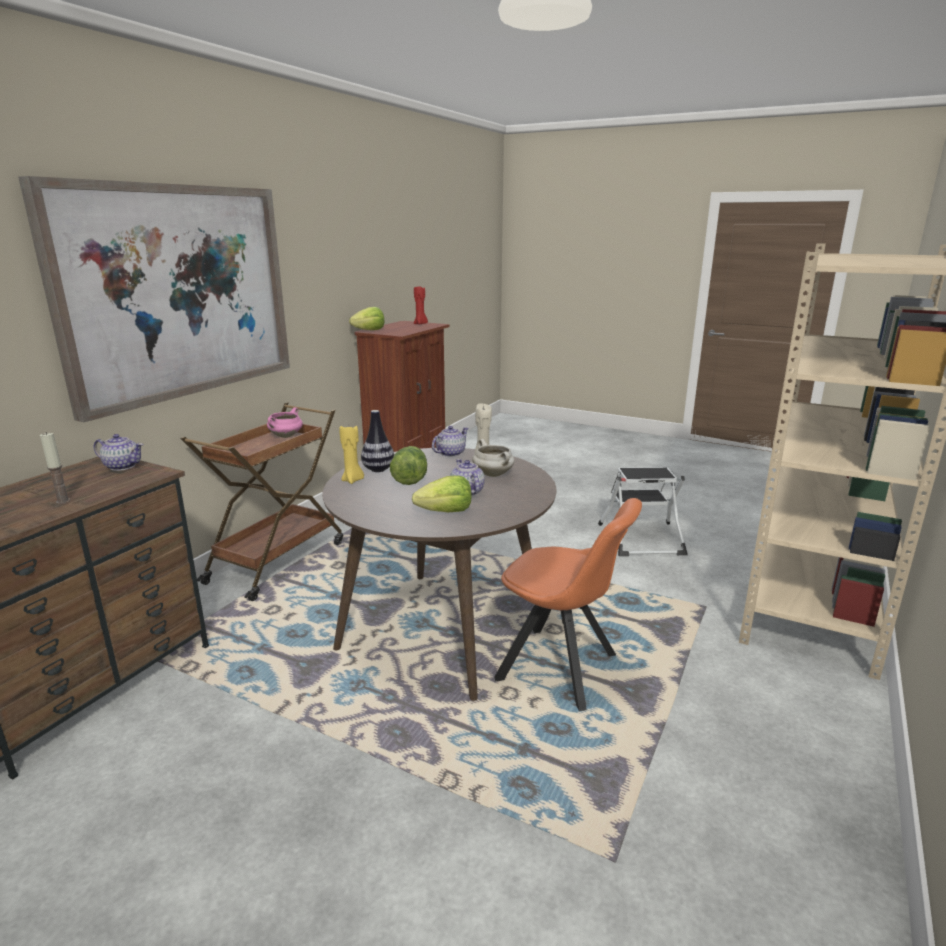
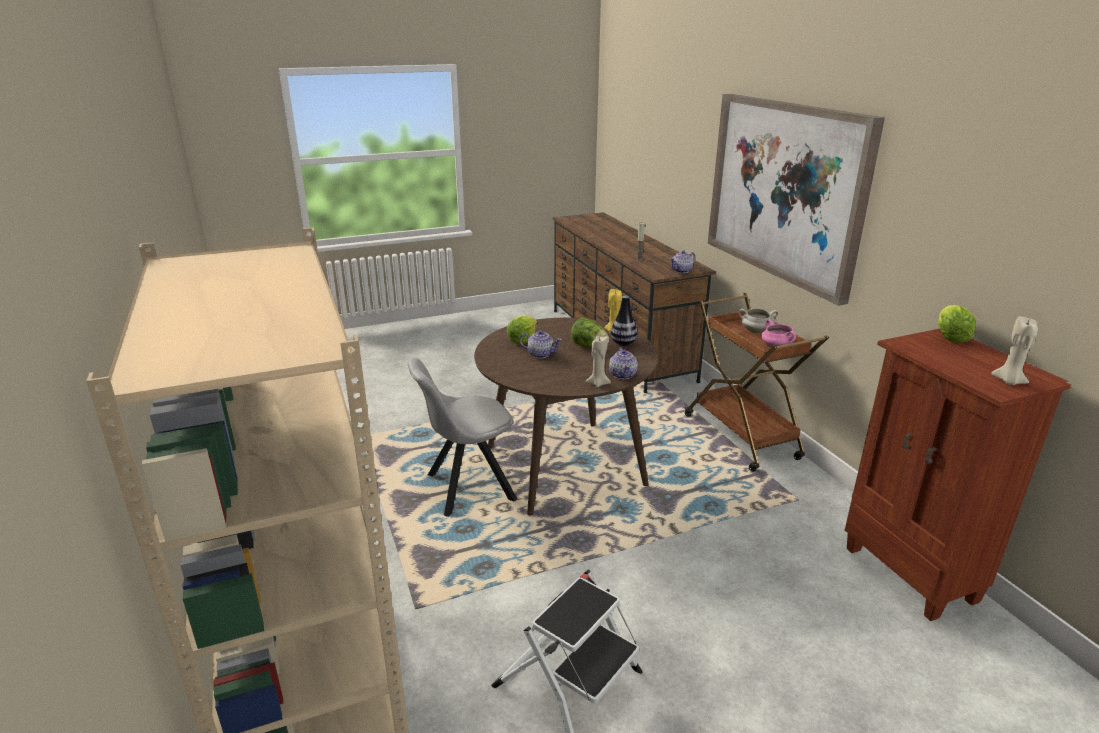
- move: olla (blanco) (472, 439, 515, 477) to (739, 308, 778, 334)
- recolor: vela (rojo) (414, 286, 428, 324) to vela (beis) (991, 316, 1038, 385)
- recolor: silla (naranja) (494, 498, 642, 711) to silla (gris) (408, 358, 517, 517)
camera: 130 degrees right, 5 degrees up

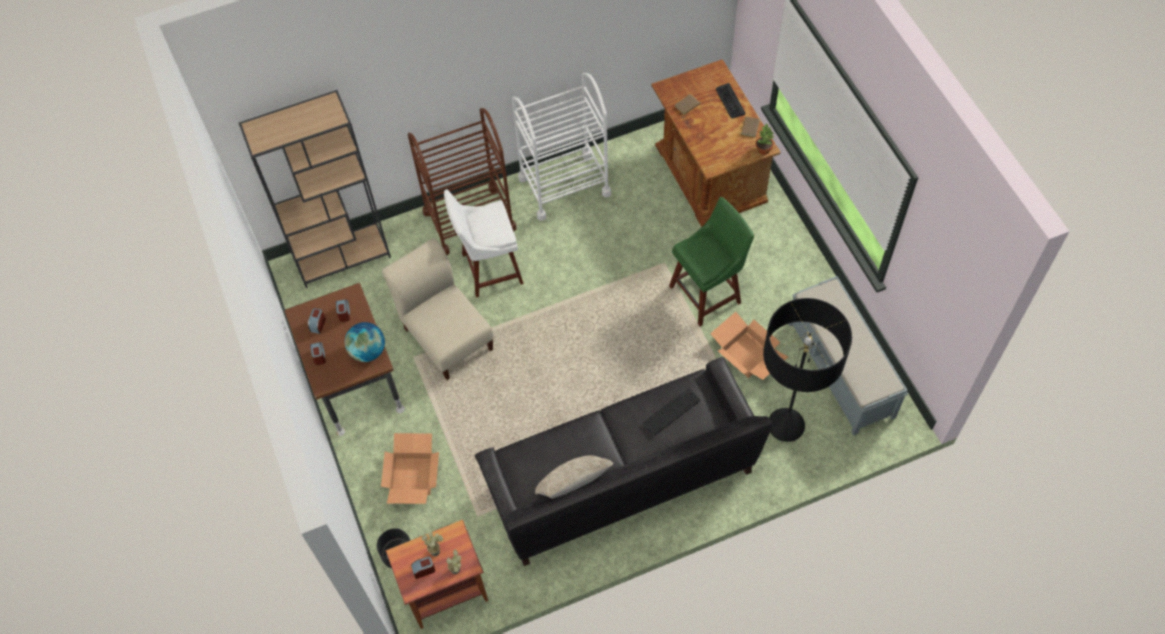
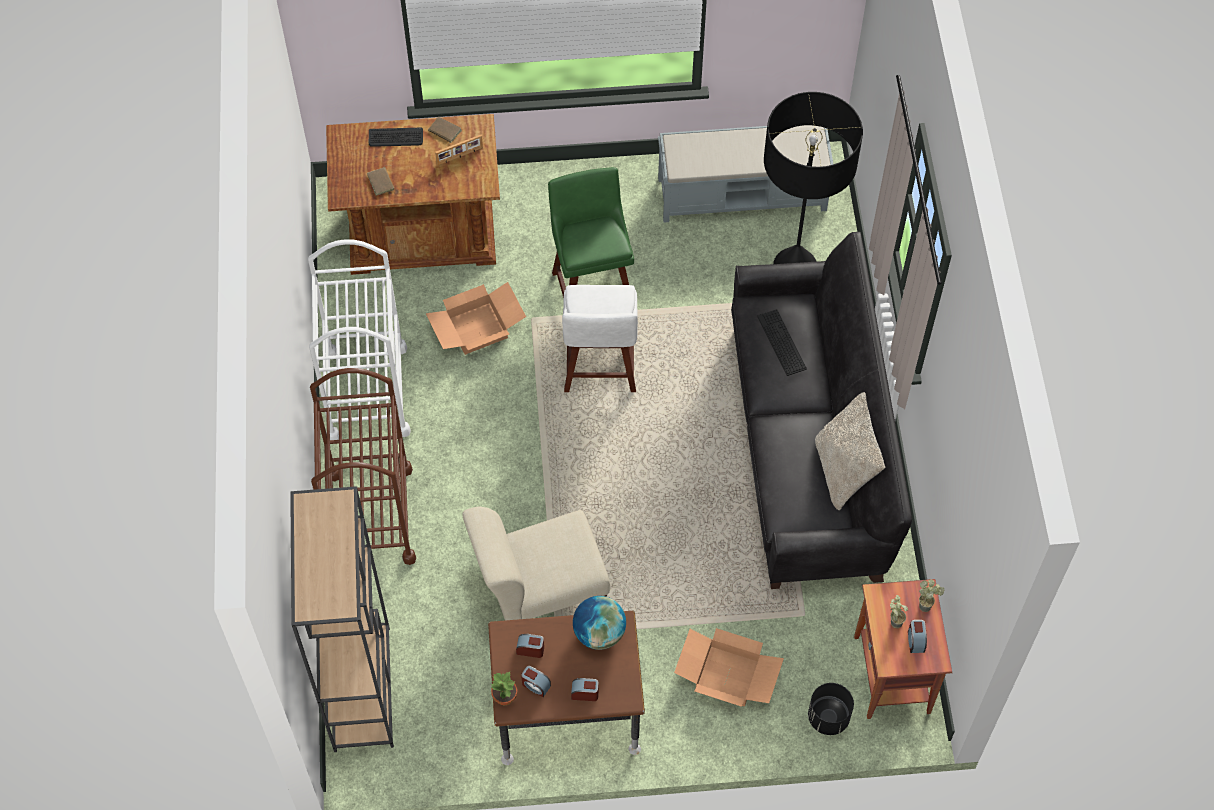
- insert: portarretratos (435, 135, 483, 166)
- move: silla (blanco) (444, 190, 524, 297) to (562, 285, 638, 392)
- move: caja de cartón (710, 312, 788, 380) to (426, 282, 526, 355)
- move: planta en maceta (756, 124, 775, 155) to (491, 672, 517, 705)
camera: 75 degrees left, 0 degrees up

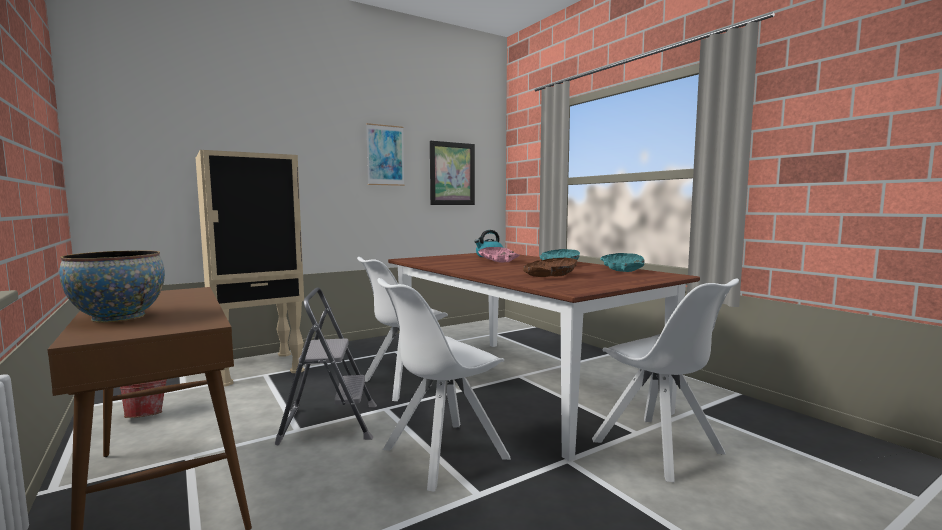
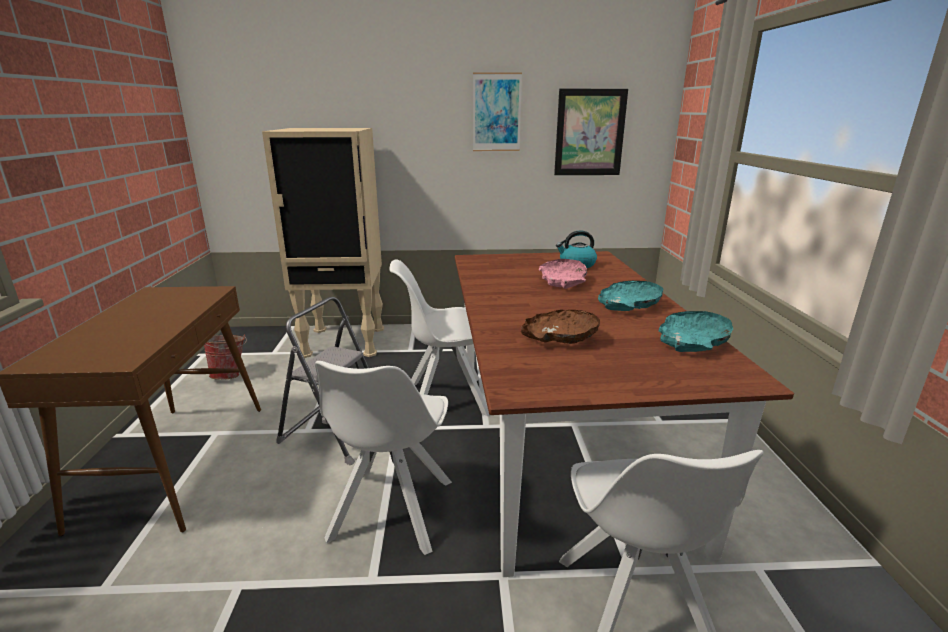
- delete: cuenco (59, 251, 165, 323)
- rotate: silla (blanco) (377, 278, 511, 492) = (315, 361, 452, 555) 75 degrees counterclockwise
camera: 30 degrees right, 15 degrees up

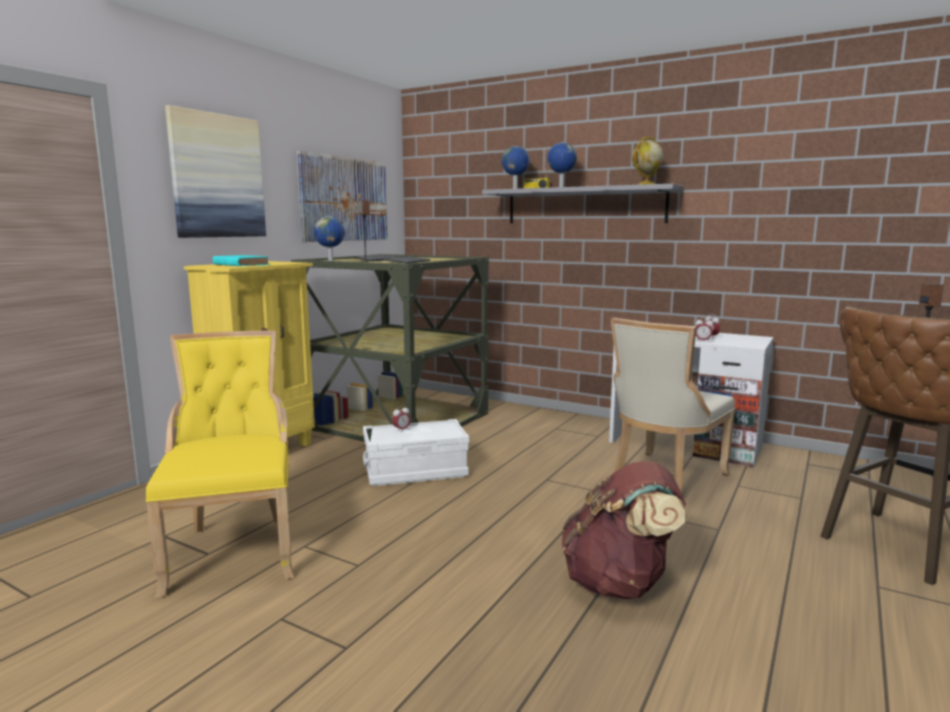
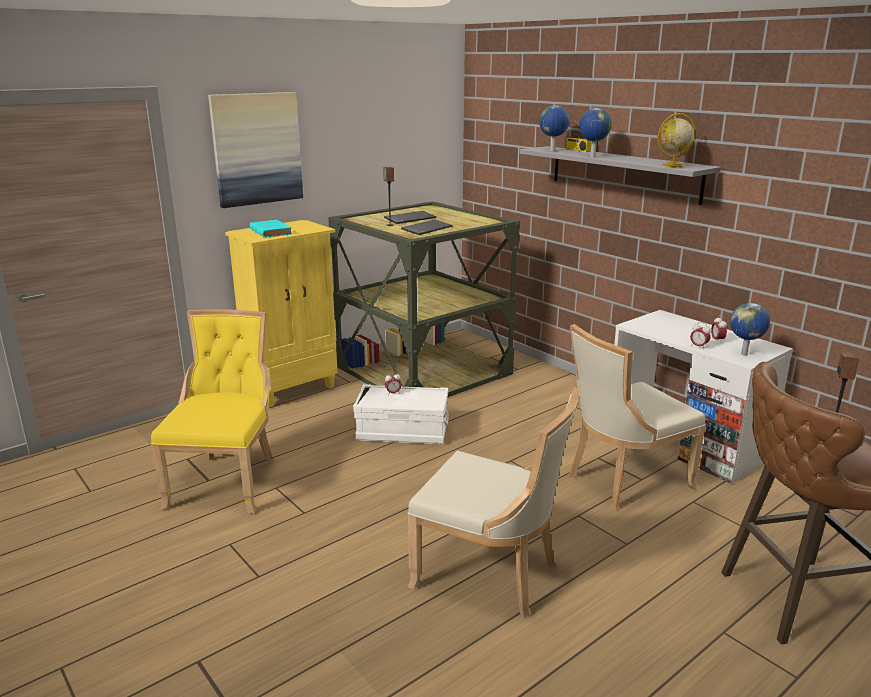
- delete: cuadro (297, 151, 387, 242)
- move: globo terráqueo (314, 216, 345, 261) to (730, 303, 770, 356)
- replace: mochila (marrón) (562, 461, 686, 599) to silla (beis) (408, 387, 580, 617)
camera: 20 degrees right, 10 degrees up

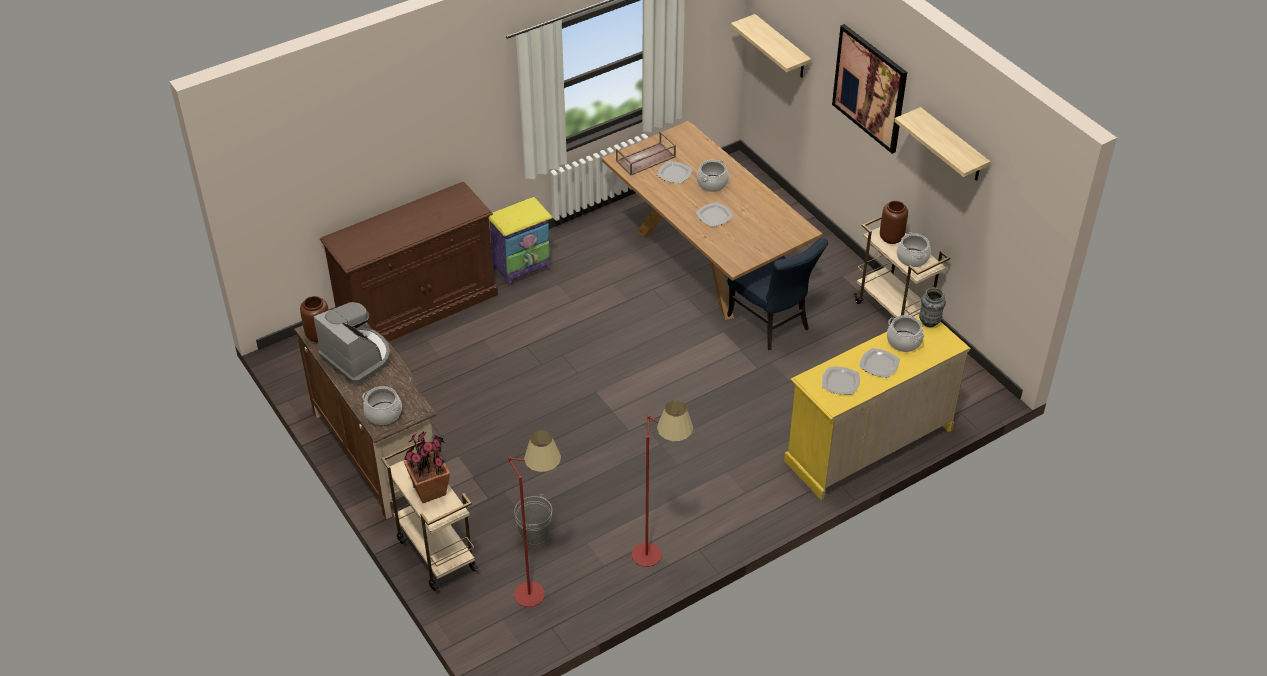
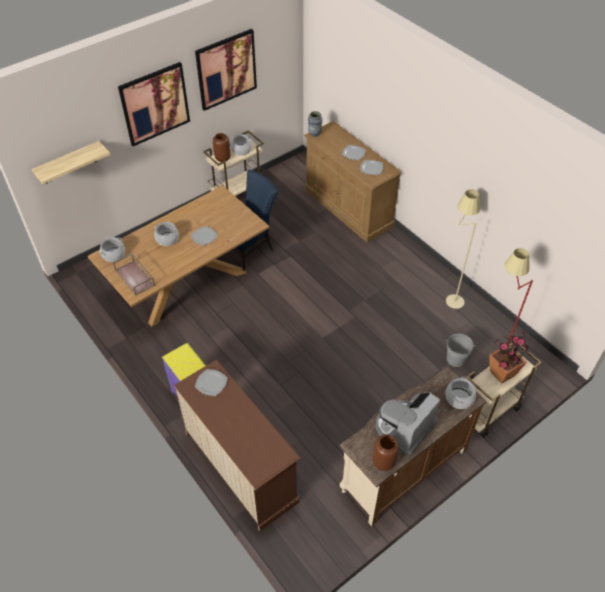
- move: plato (657, 161, 693, 184) to (195, 369, 228, 396)
- move: olla (887, 315, 925, 352) to (100, 237, 125, 262)
- replace: estante (894, 107, 991, 181) to cuadro (195, 29, 257, 111)
- recolor: lámpara de pie (rojo) (632, 401, 693, 567) to lámpara de pie (beis) (446, 189, 481, 309)
- recolor: armario (amarillo) (784, 316, 971, 501) to armario (marrón) (304, 121, 402, 242)
camera: 95 degrees left, 5 degrees up

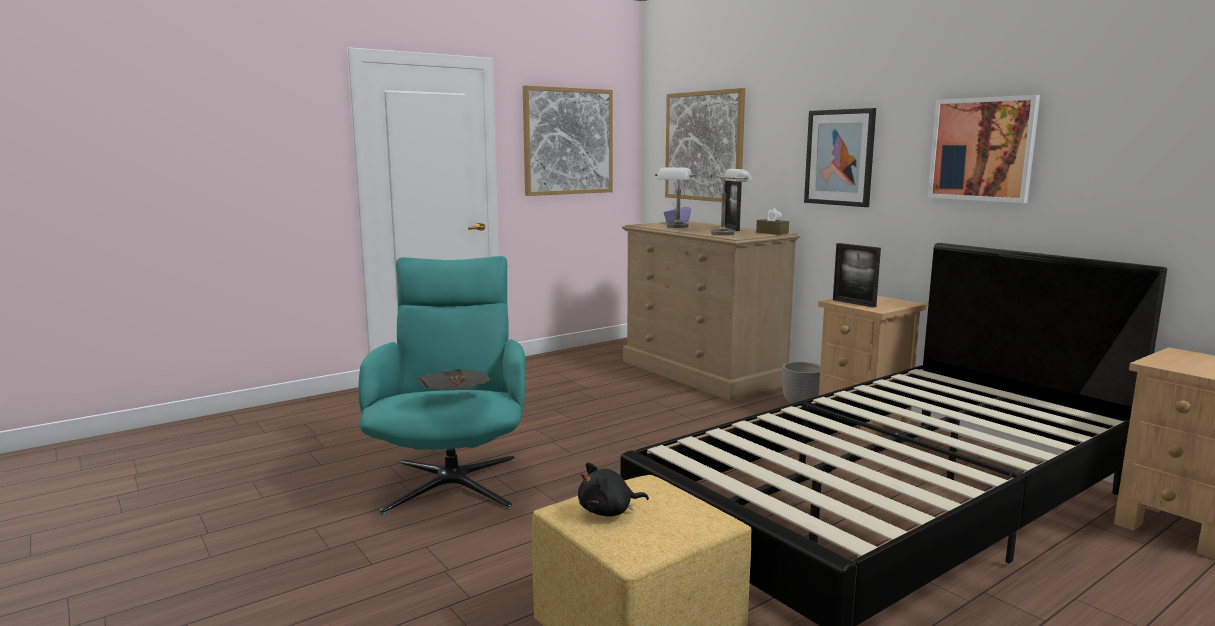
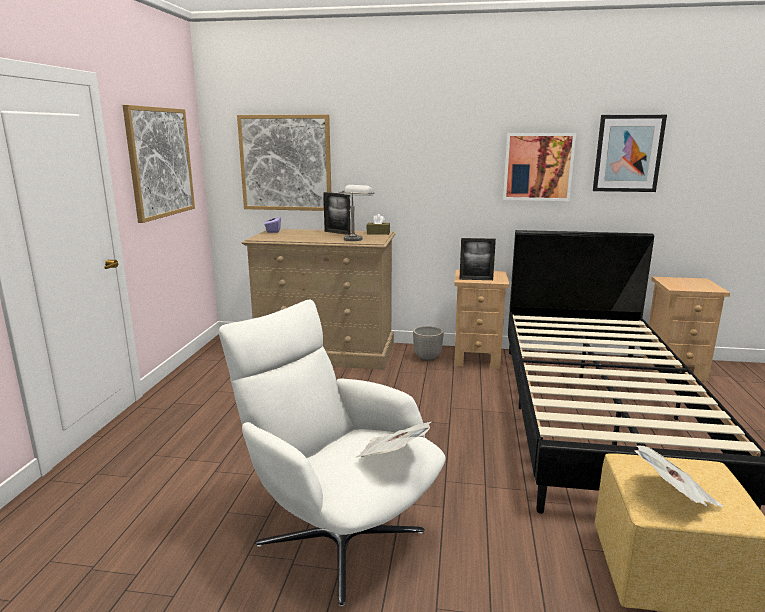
- delete: lámpara de mesa (gris) (655, 167, 697, 228)
- move: cuadro (804, 108, 876, 207) to (593, 115, 667, 192)
- replace: peluche (negro) (578, 462, 649, 517) to periódico (634, 446, 723, 507)
- recolor: sillón (turquesa) (358, 256, 526, 514) to sillón (blanco) (219, 299, 446, 606)
camera: 45 degrees left, 5 degrees up

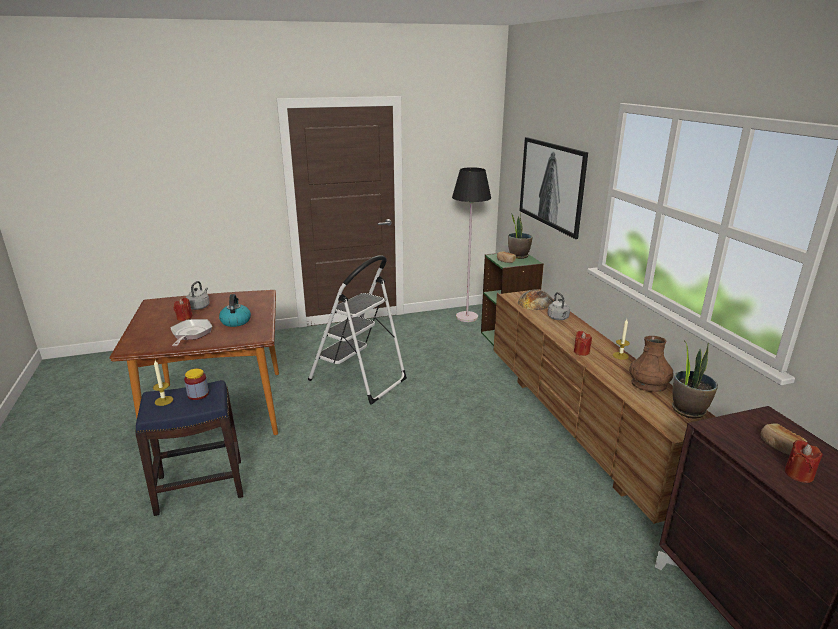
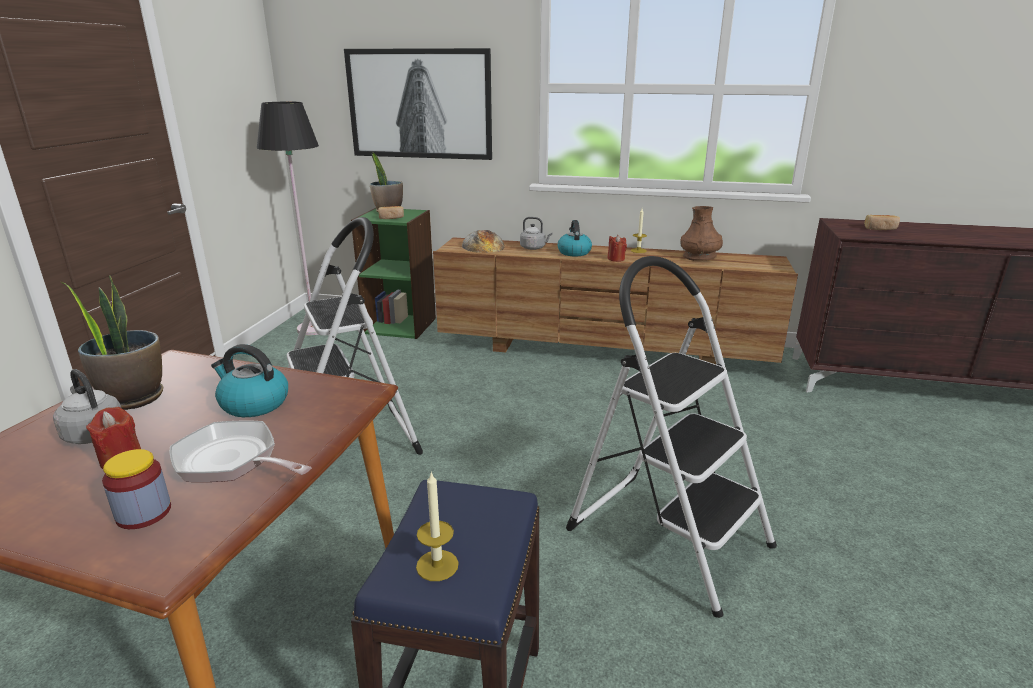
- delete: vela (rojo) (785, 440, 822, 483)
- insert: hervidor (558, 220, 592, 256)
- insert: escalera de tijera (566, 256, 777, 618)
- move: tarro (184, 369, 209, 400) to (102, 449, 171, 529)
- move: planta en maceta (672, 343, 718, 418) to (60, 275, 163, 410)
camera: 60 degrees left, 0 degrees up

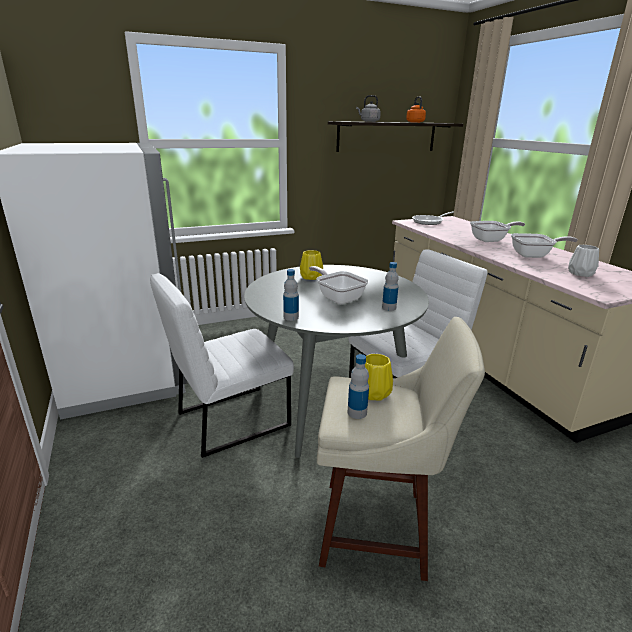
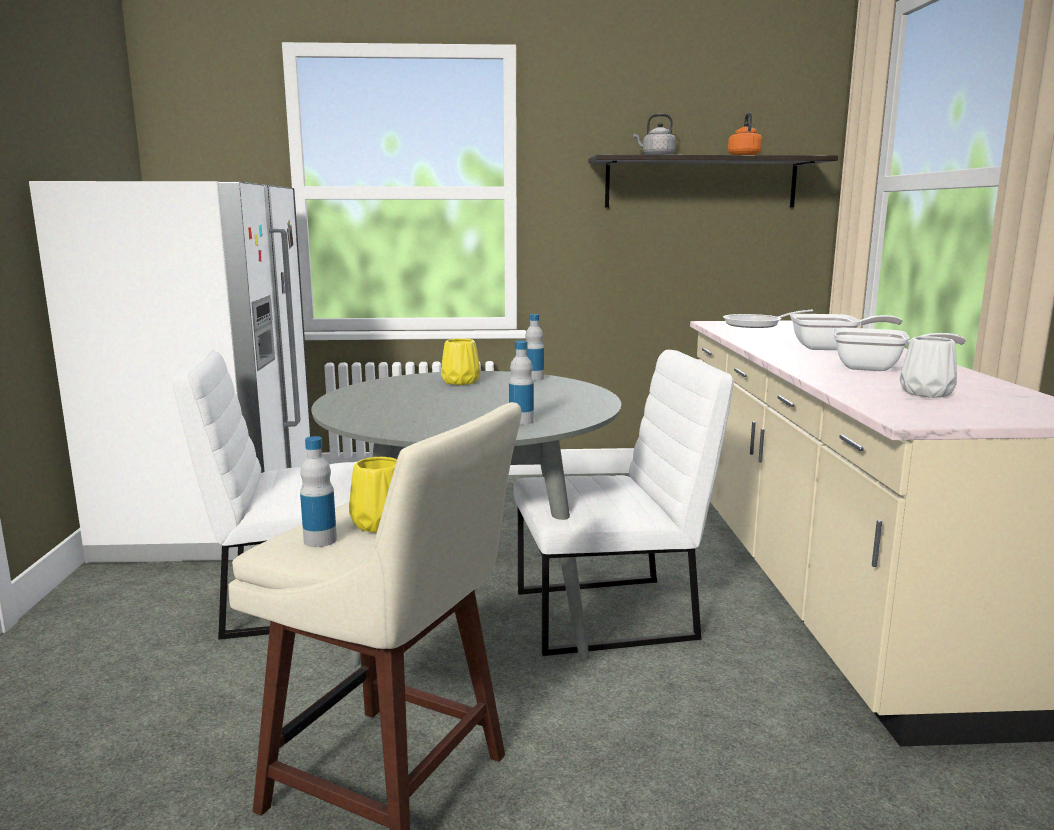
- delete: sartén (309, 266, 369, 304)
- move: botella (283, 269, 299, 321) to (525, 314, 544, 381)
camera: 20 degrees right, 10 degrees down

